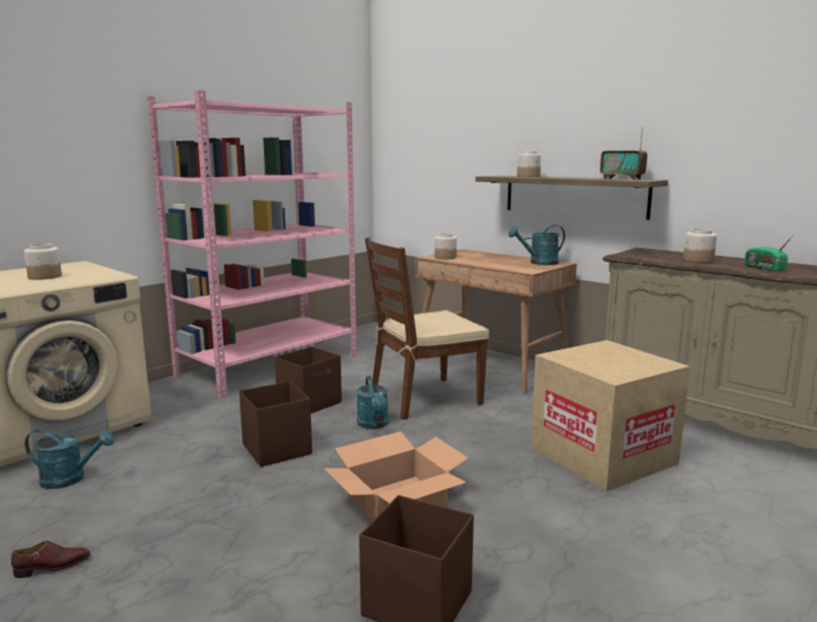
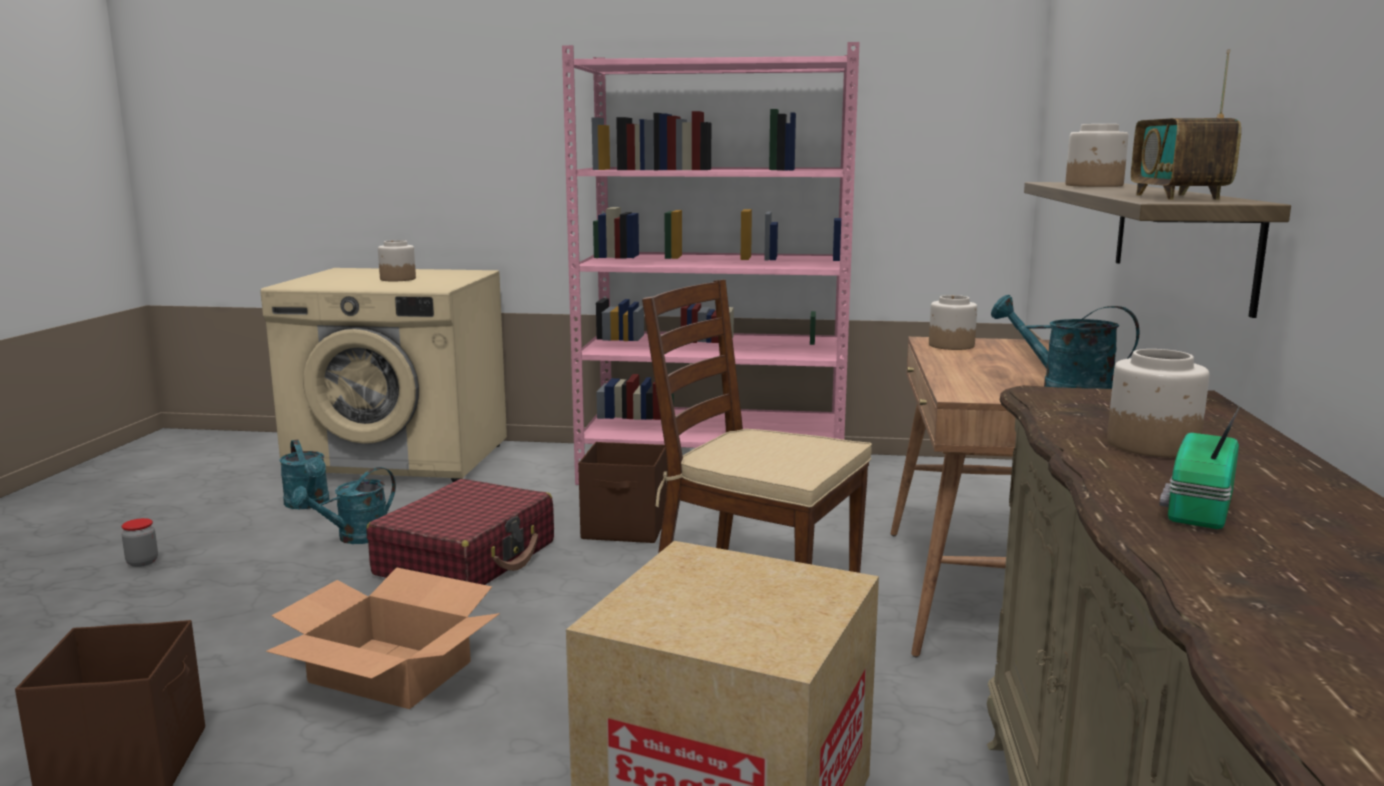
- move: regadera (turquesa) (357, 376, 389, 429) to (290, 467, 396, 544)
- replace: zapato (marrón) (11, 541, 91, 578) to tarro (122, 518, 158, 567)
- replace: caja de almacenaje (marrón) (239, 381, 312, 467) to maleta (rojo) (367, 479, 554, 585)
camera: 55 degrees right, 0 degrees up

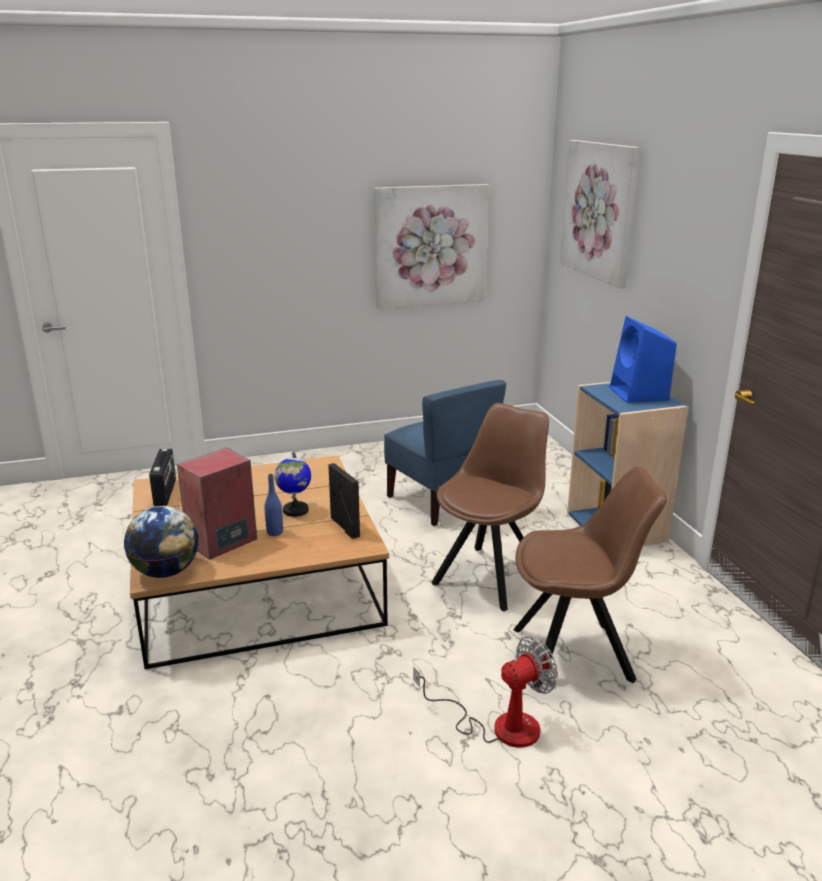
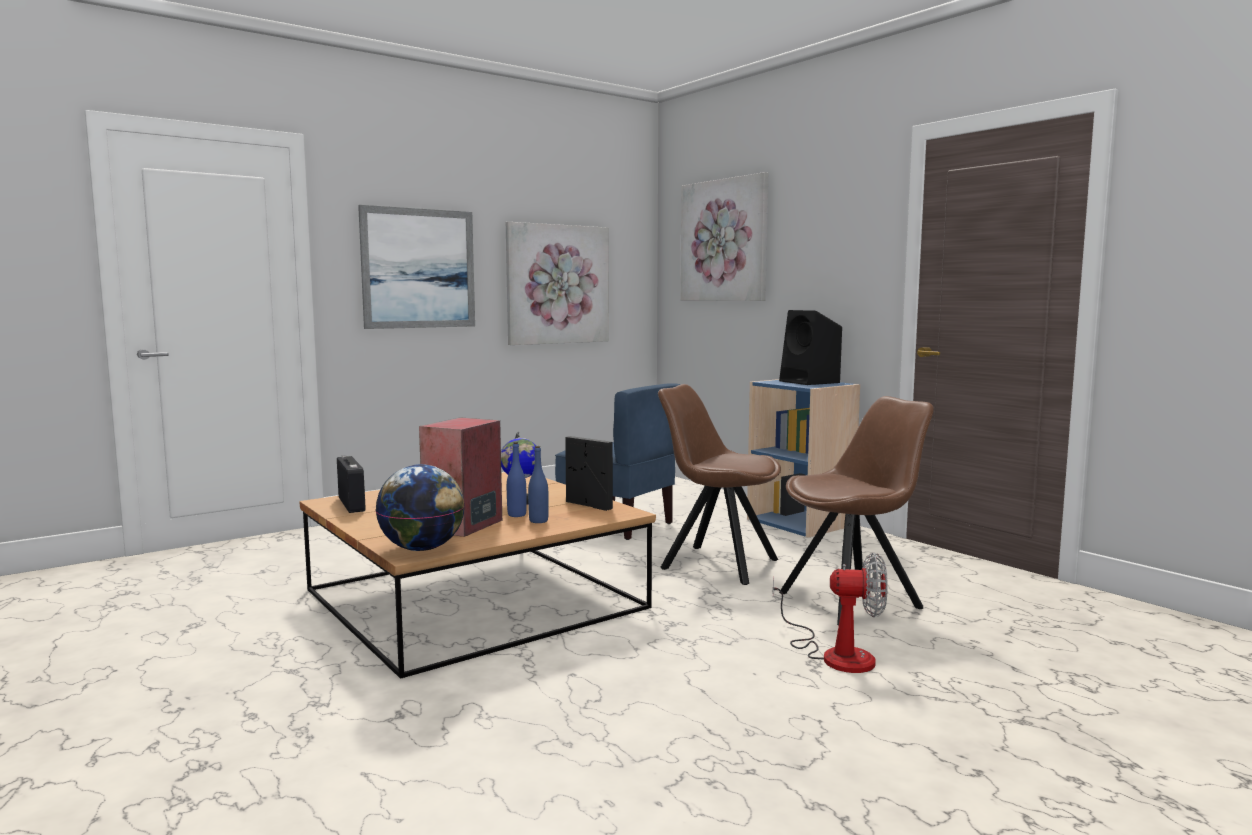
- insert: cuadro (358, 205, 475, 329)
- insert: botella (azul) (528, 446, 549, 523)
- recolor: altavoz (azul) (610, 316, 677, 403) to altavoz (negro) (779, 310, 842, 385)
- rotate: ventilador (414, 636, 558, 748) = (773, 553, 888, 673) 60 degrees clockwise
- rotate: silla (marrón) (432, 403, 549, 611) = (658, 384, 781, 585) 75 degrees counterclockwise
camera: 20 degrees left, 15 degrees down

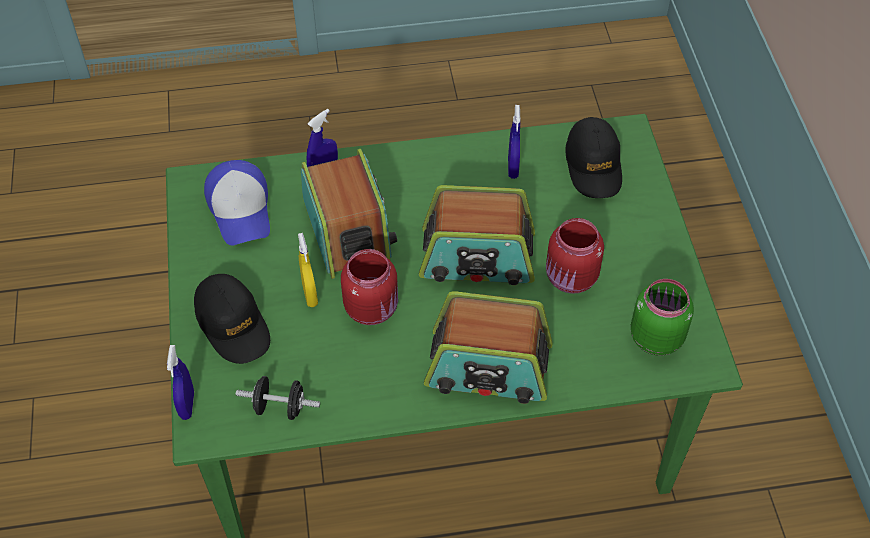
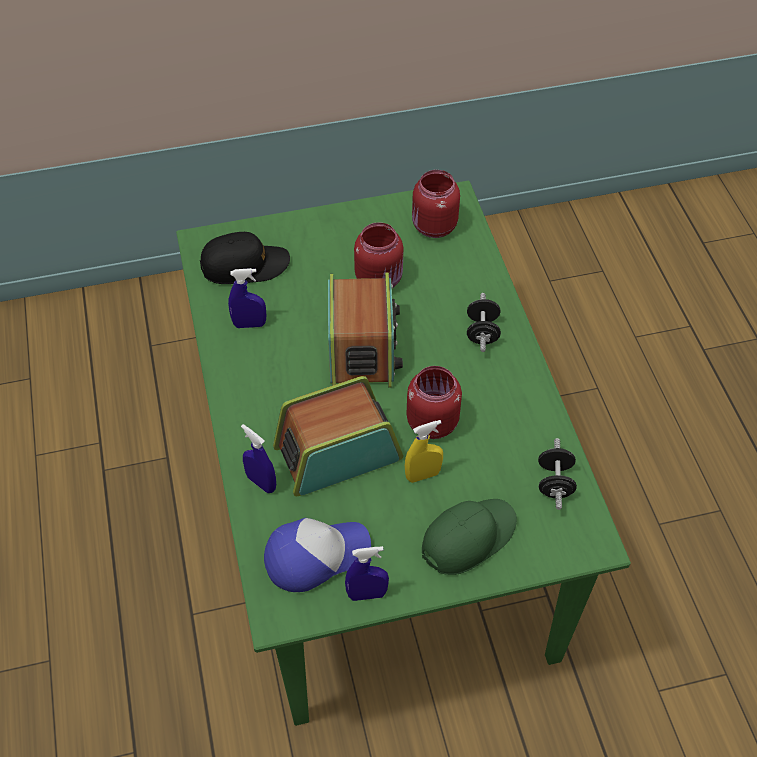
- move: pulverizador (azul) (167, 345, 194, 420) to (345, 546, 389, 601)
- replace: radio (424, 291, 553, 404) to mancuerna (negro) (467, 293, 501, 352)
- recolor: gorra (negro) (194, 274, 270, 364) to gorra (verde) (422, 499, 517, 575)
- recolor: tarro (verde) (631, 279, 694, 356) to tarro (rojo) (412, 170, 460, 238)
camera: 95 degrees left, 0 degrees up

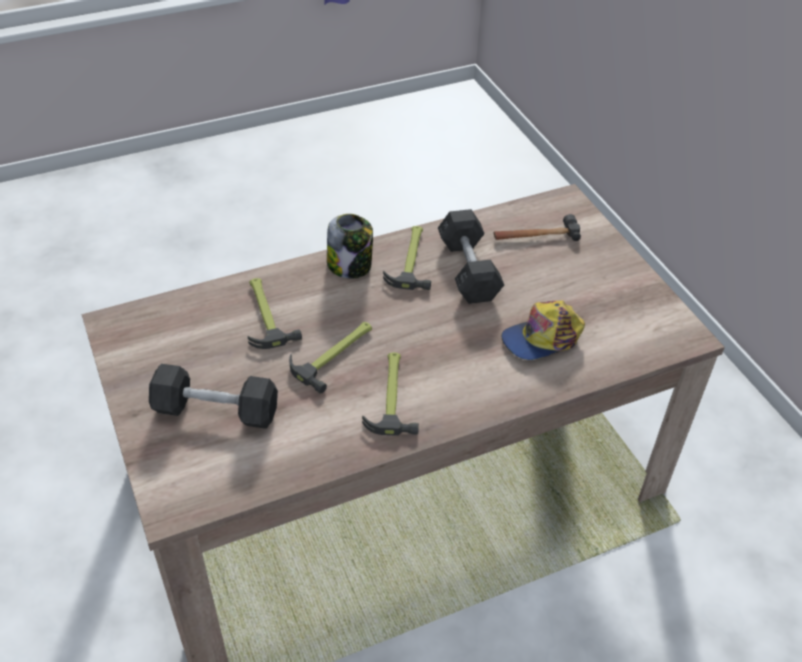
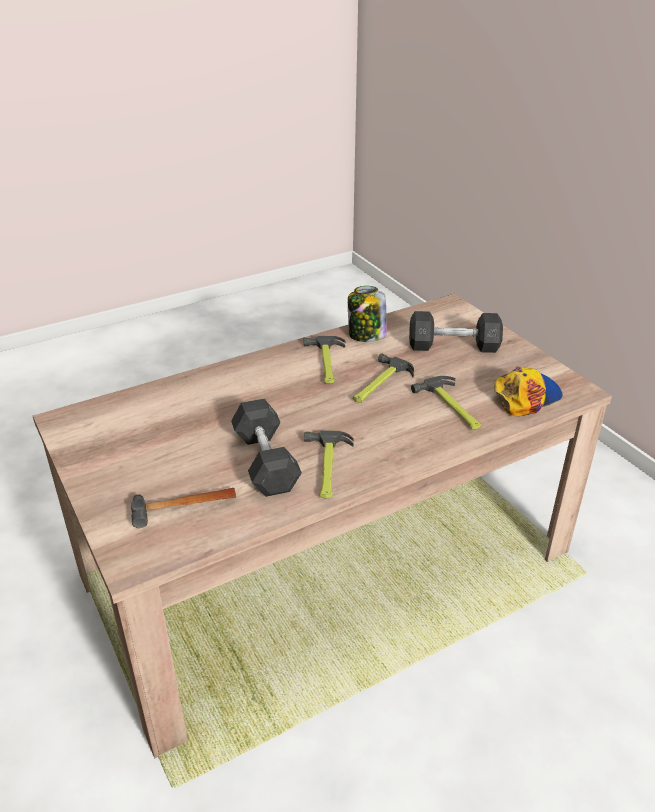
- move: tarro (327, 214, 373, 279) to (348, 286, 387, 342)
- move: gorra (501, 300, 585, 360) to (494, 366, 563, 416)
camera: 175 degrees right, 10 degrees down

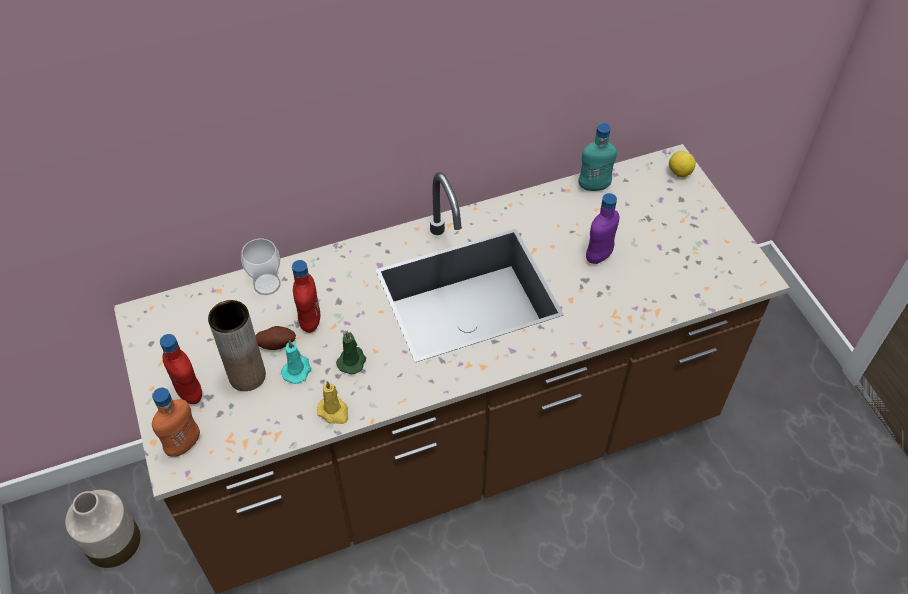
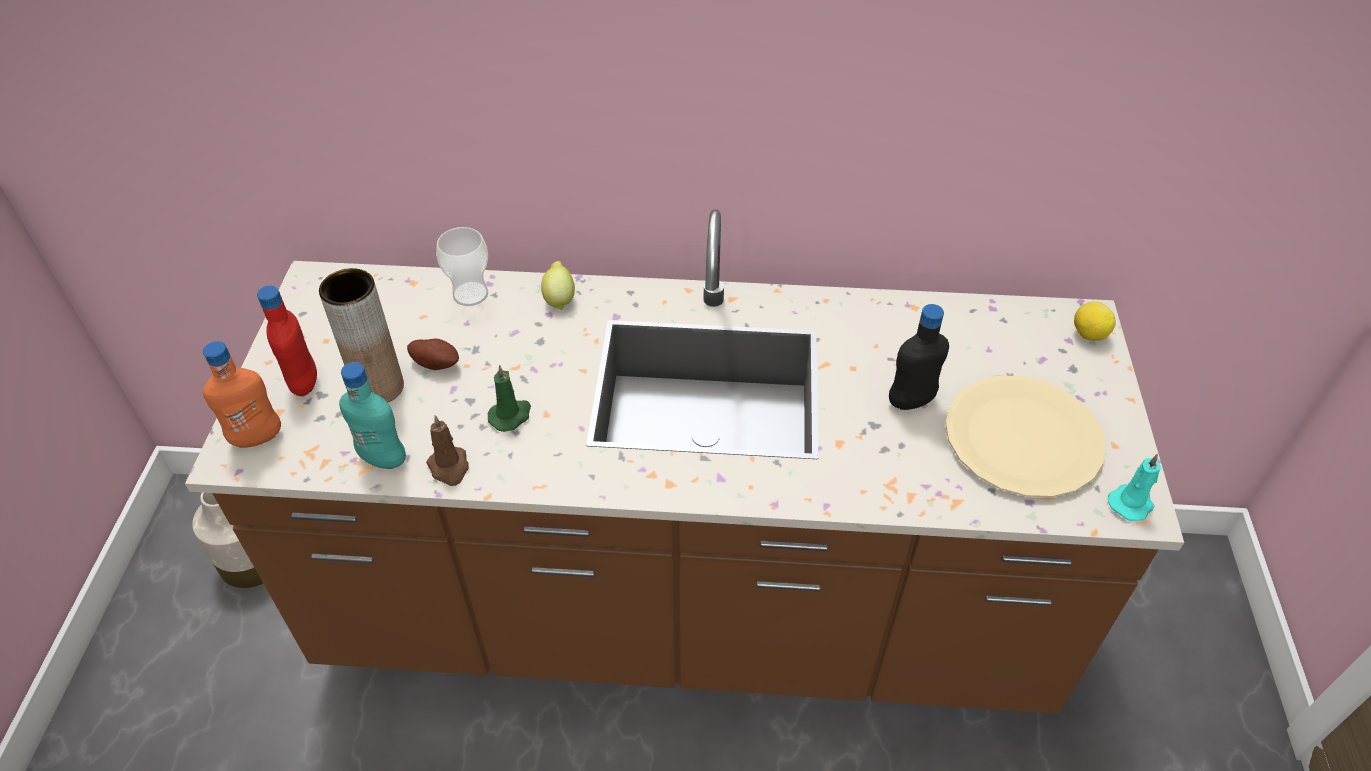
- delete: botella (rojo) (292, 260, 320, 333)
- insert: limón (541, 261, 575, 310)
- insert: plato (beis) (945, 375, 1106, 497)
- move: vela (turquesa) (281, 340, 312, 384) to (1108, 454, 1161, 521)
- move: botella (turquesa) (579, 123, 617, 191) to (339, 362, 406, 469)
- recolor: vela (amarillo) (317, 381, 348, 424) to vela (marrón) (426, 415, 469, 486)
- recolor: botella (morado) (586, 193, 620, 264) to botella (negro) (889, 304, 949, 410)
camera: 25 degrees right, 5 degrees down

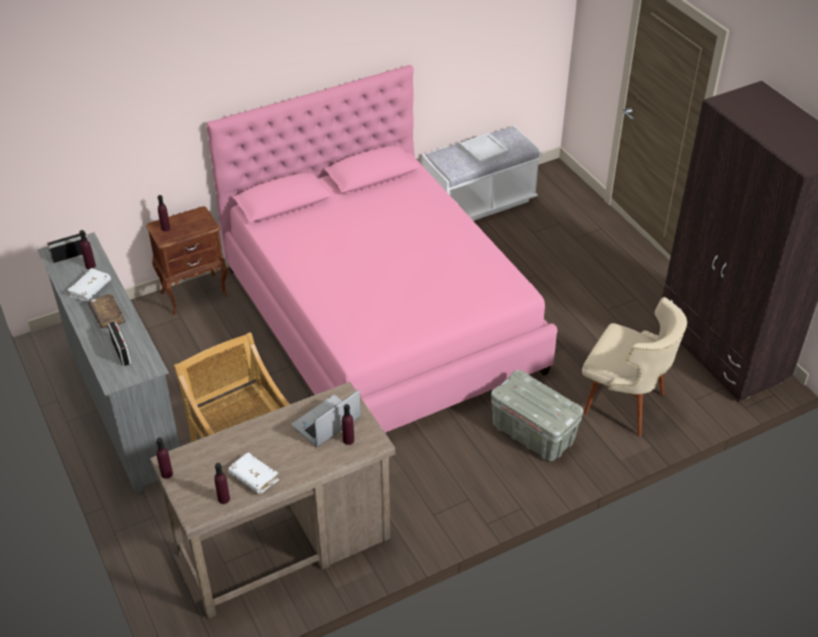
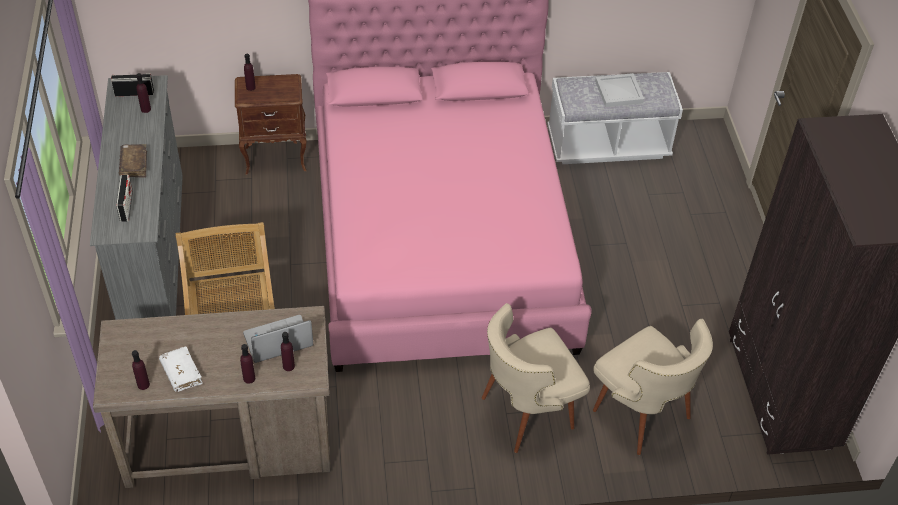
- delete: libro (blanco) (67, 268, 111, 302)
- move: botella (morado) (156, 438, 173, 479) to (240, 344, 255, 384)
- replace: caja de almacenaje (gris) (491, 370, 583, 461) to silla (beis) (482, 303, 590, 453)
camera: 20 degrees right, 5 degrees up

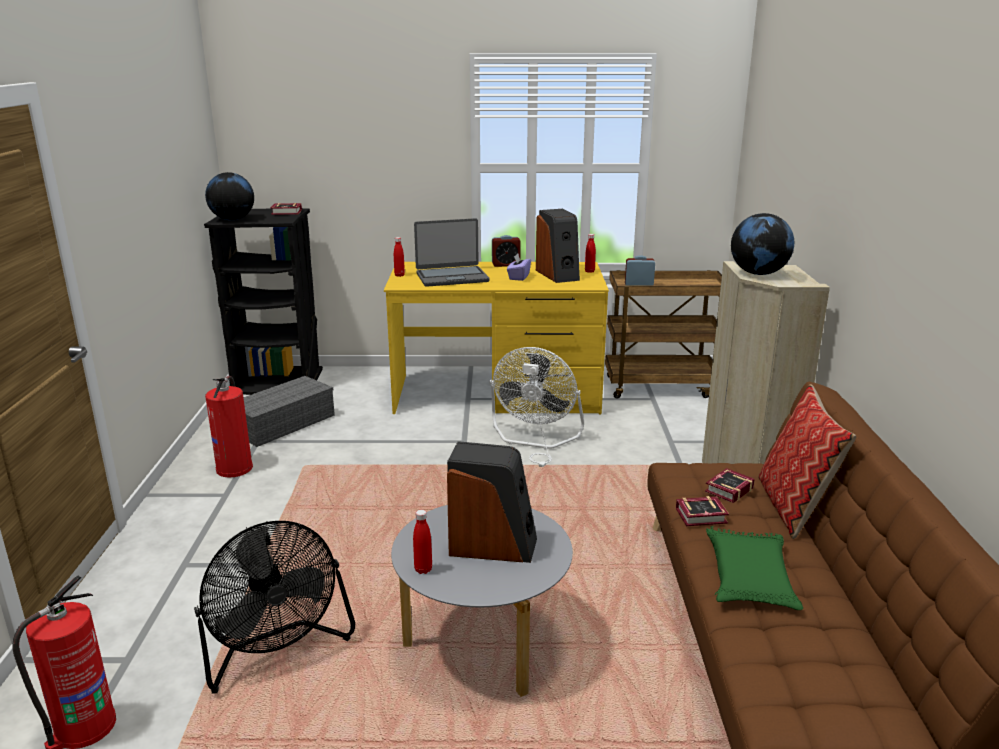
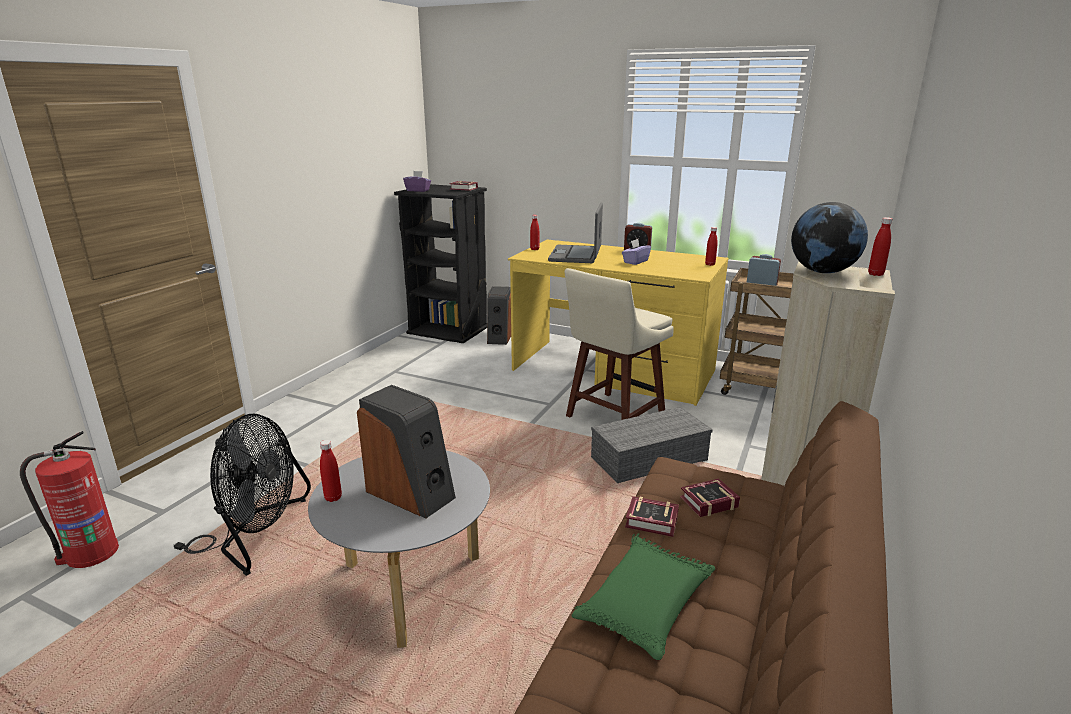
- delete: extintor (205, 376, 253, 478)
- delete: cojín (758, 384, 856, 539)
- insert: botella (rojo) (868, 217, 892, 276)
- move: caja de almacenaje (gris) (243, 376, 335, 447) to (591, 407, 713, 483)
- move: altavoz (536, 209, 580, 283) to (487, 286, 511, 345)
- replace: globo terráqueo (205, 172, 254, 220) to caja de pañuelos (morado) (403, 171, 431, 192)
- replace: ventilador (blanco) (490, 347, 584, 467) to taburete (beis) (565, 268, 674, 420)
- rotate: ventilador (negro) (194, 521, 355, 694) = (174, 414, 311, 576) 75 degrees counterclockwise
- rotate: portátil (414, 218, 490, 287) = (548, 202, 603, 263) 90 degrees clockwise
camera: 25 degrees right, 0 degrees up

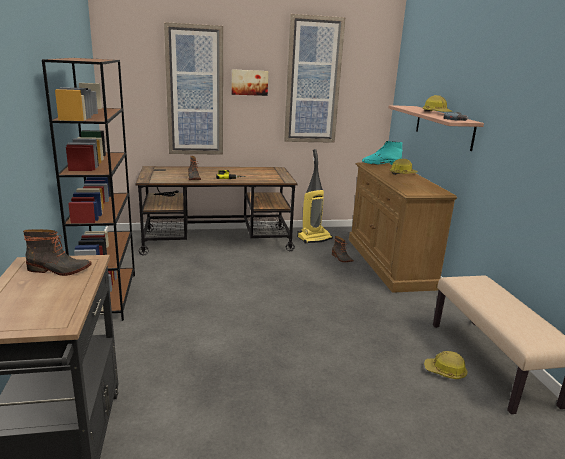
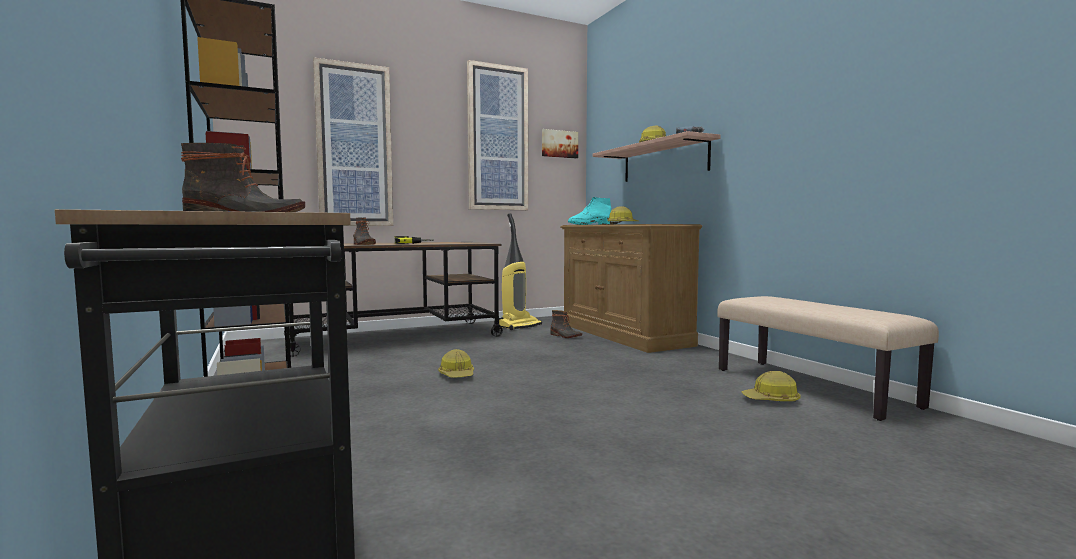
- insert: casco (438, 349, 474, 378)
- move: cuadro (232, 69, 268, 96) to (542, 129, 578, 158)
camera: 15 degrees left, 15 degrees down

